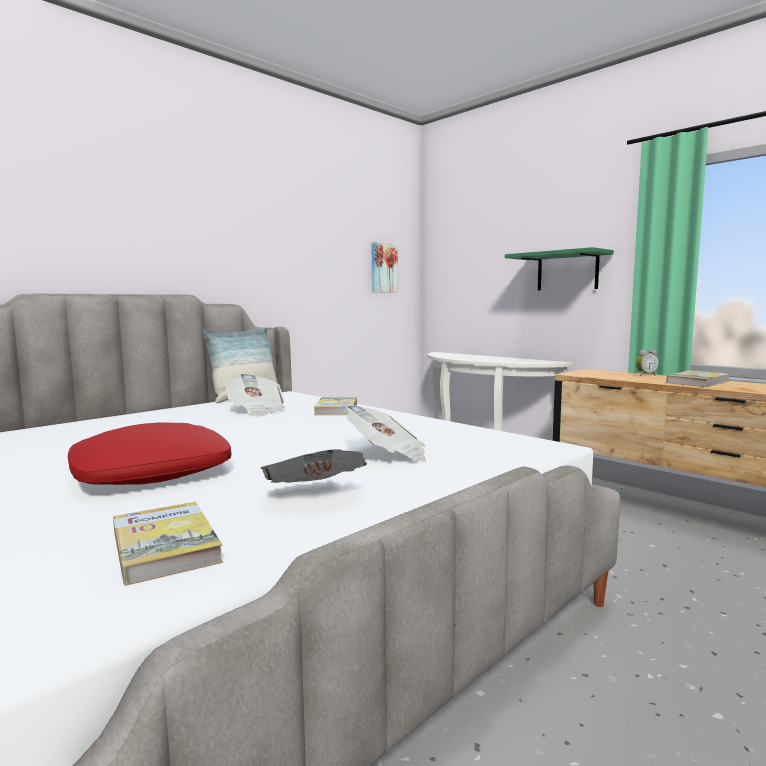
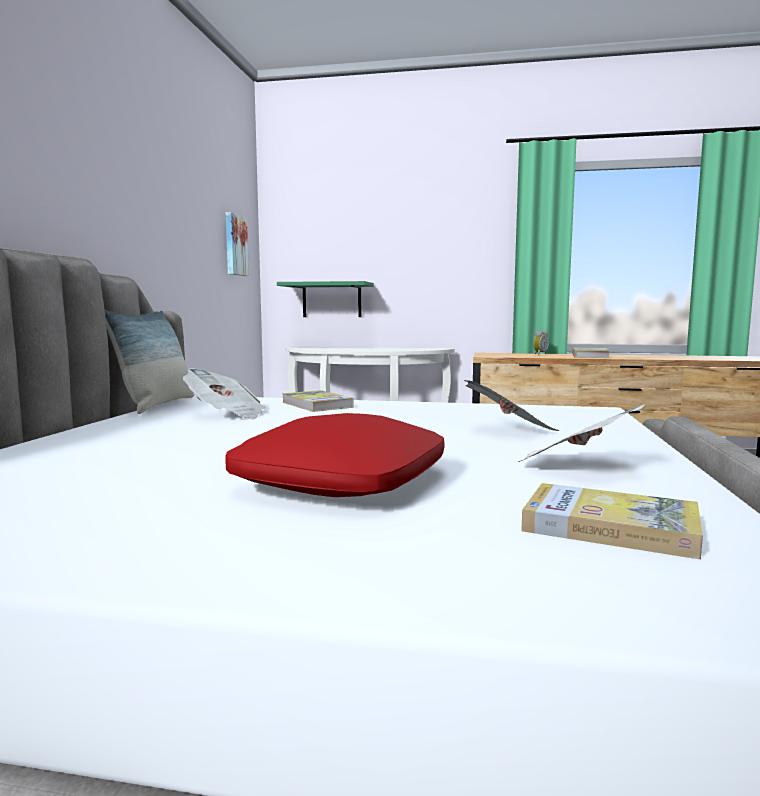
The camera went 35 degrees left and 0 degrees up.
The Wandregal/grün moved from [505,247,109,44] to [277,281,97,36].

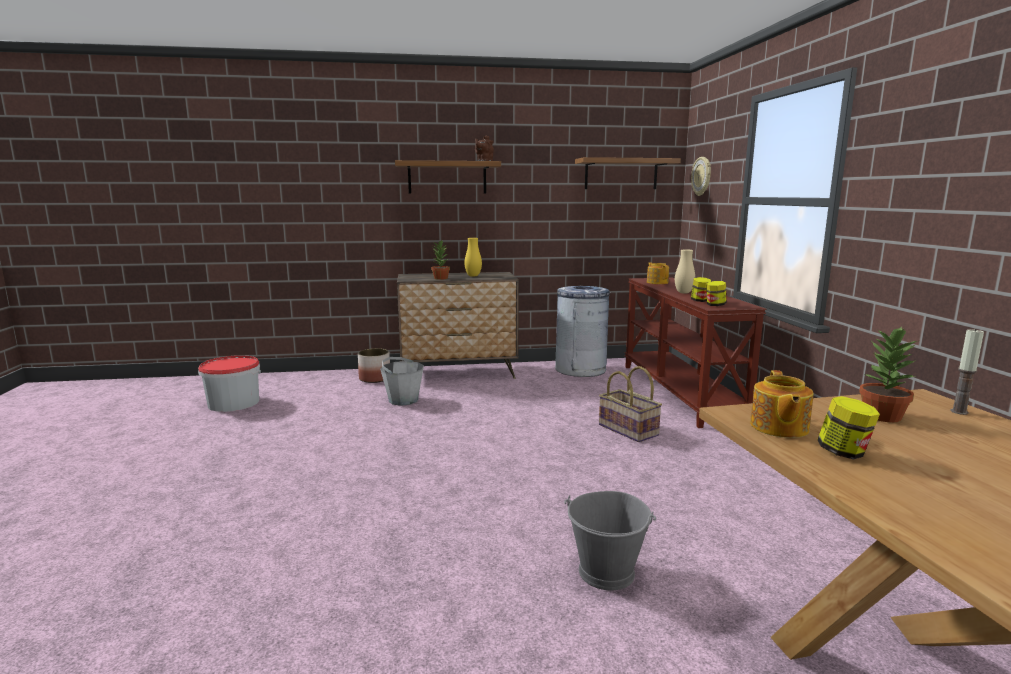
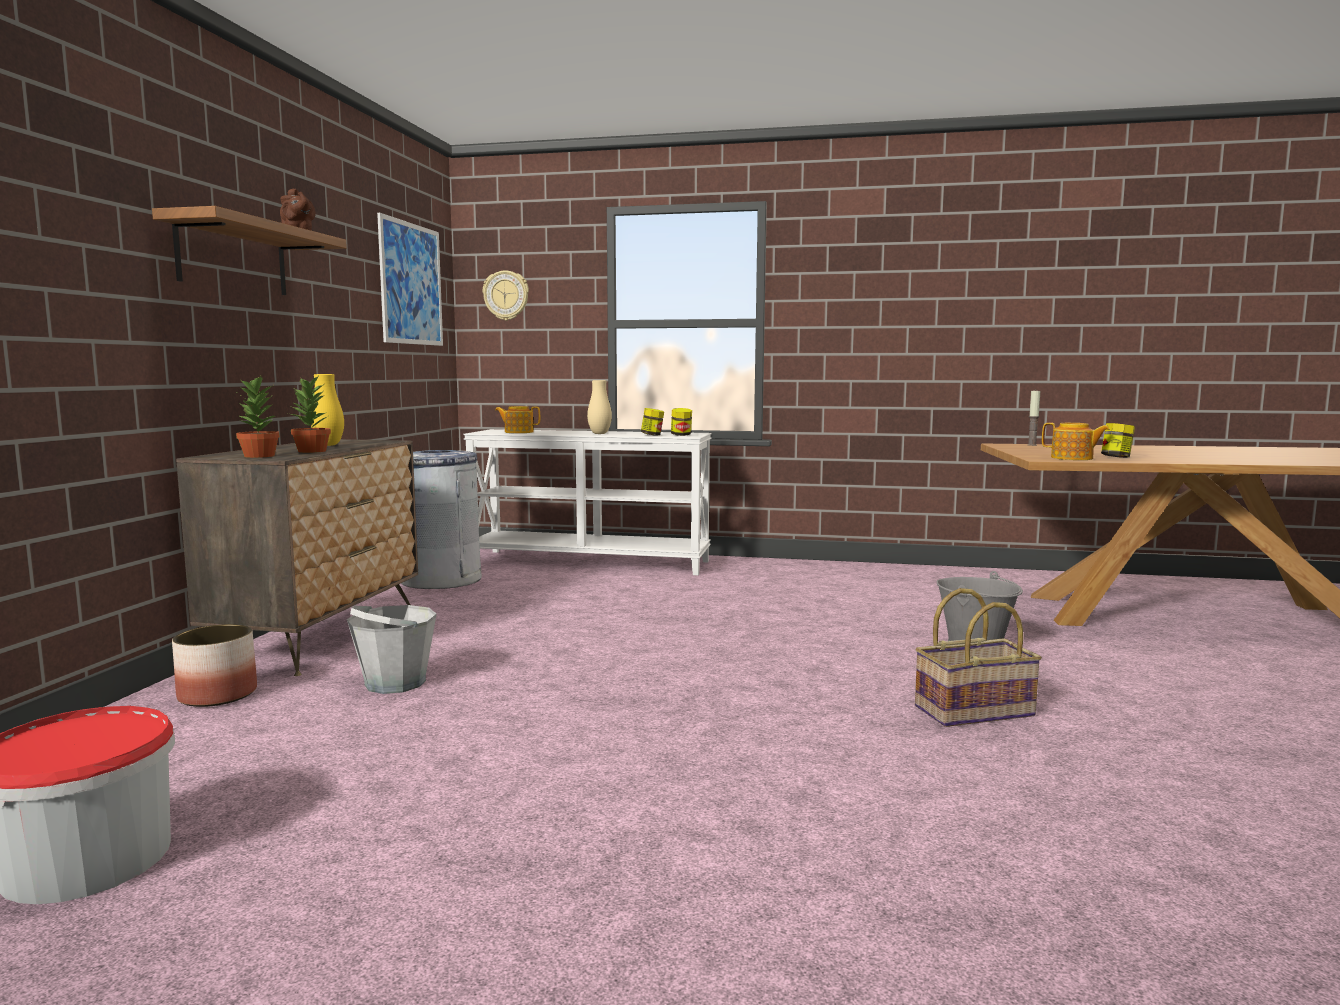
The camera went 70 degrees left and 5 degrees down.
The Topfpflanze moved from [859,326,59,96] to [236,376,44,82].
The Wandregal at [575,157,106,32] was replaced by the Bild at [377,213,66,133].
The Konsolentisch/braun at [625,278,141,150] became the Konsolentisch/weiß at [463,429,249,146].
The Korb moved from [599,366,63,76] to [915,588,127,139].

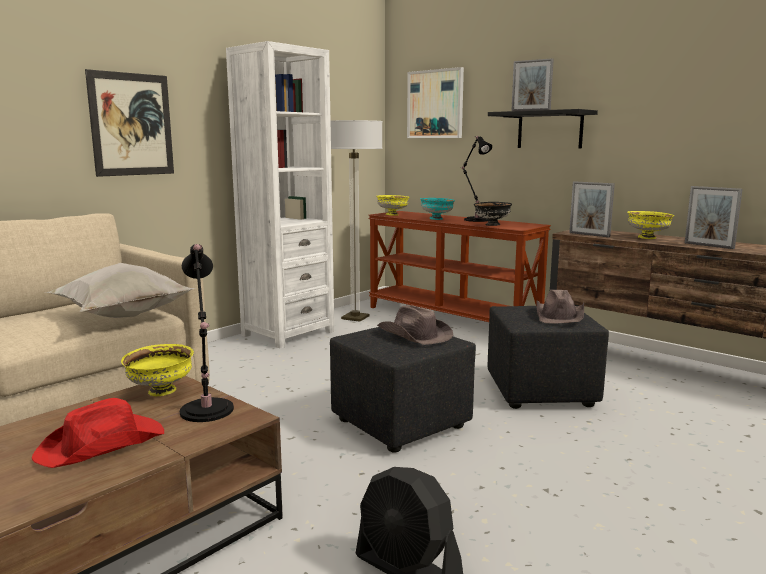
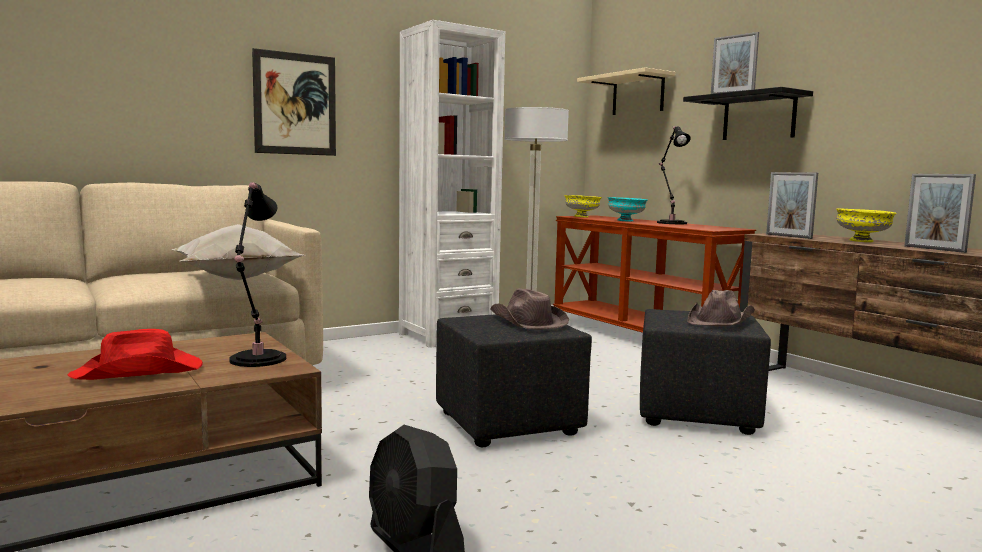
The camera went 15 degrees right and 5 degrees down.
The Bild at [407,67,57,71] was replaced by the Wandregal/beige at [577,68,98,47].
The Schüssel/gelb at [121,344,73,52] disappeared.
The Schüssel/schwarz at [474,202,38,24] disappeared.

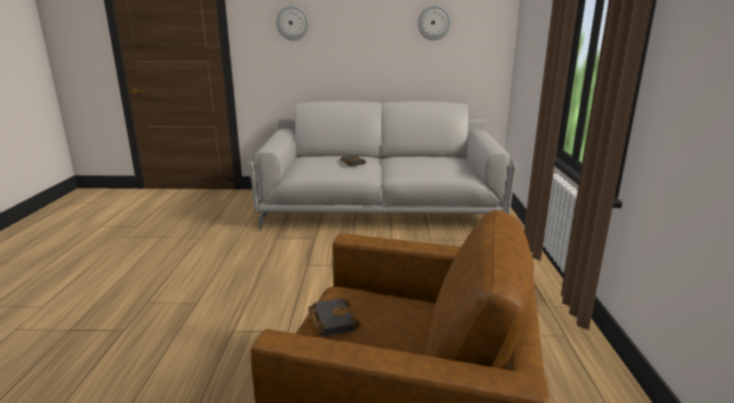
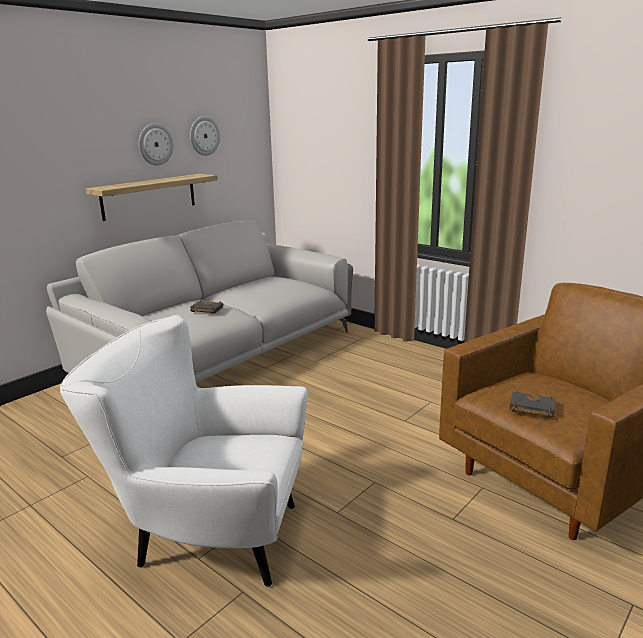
The camera went 50 degrees left and 0 degrees up.
The Sessel/weiß at [60,315,248,272] appeared.
The Wandregal at [86,174,132,47] appeared.
The Wanduhr moved from [276,5,33,35] to [139,123,35,42].

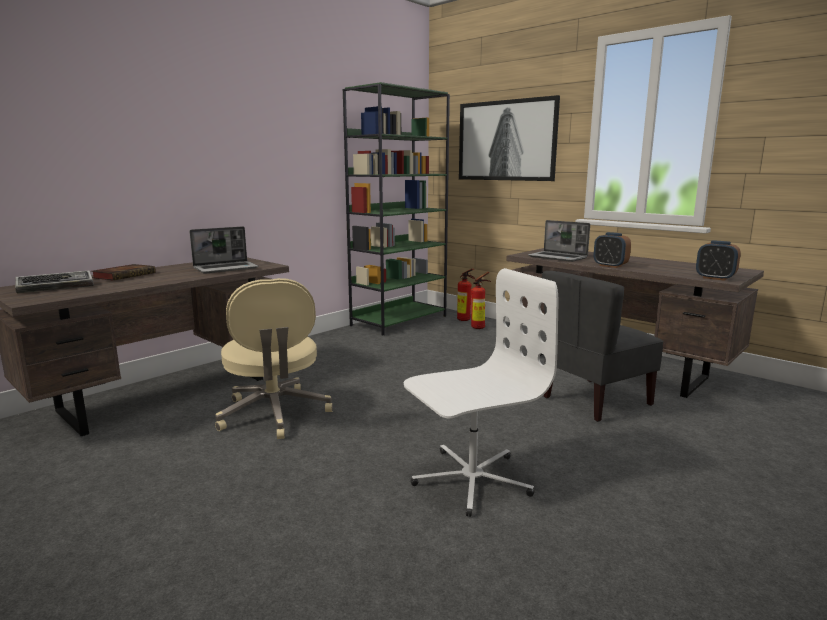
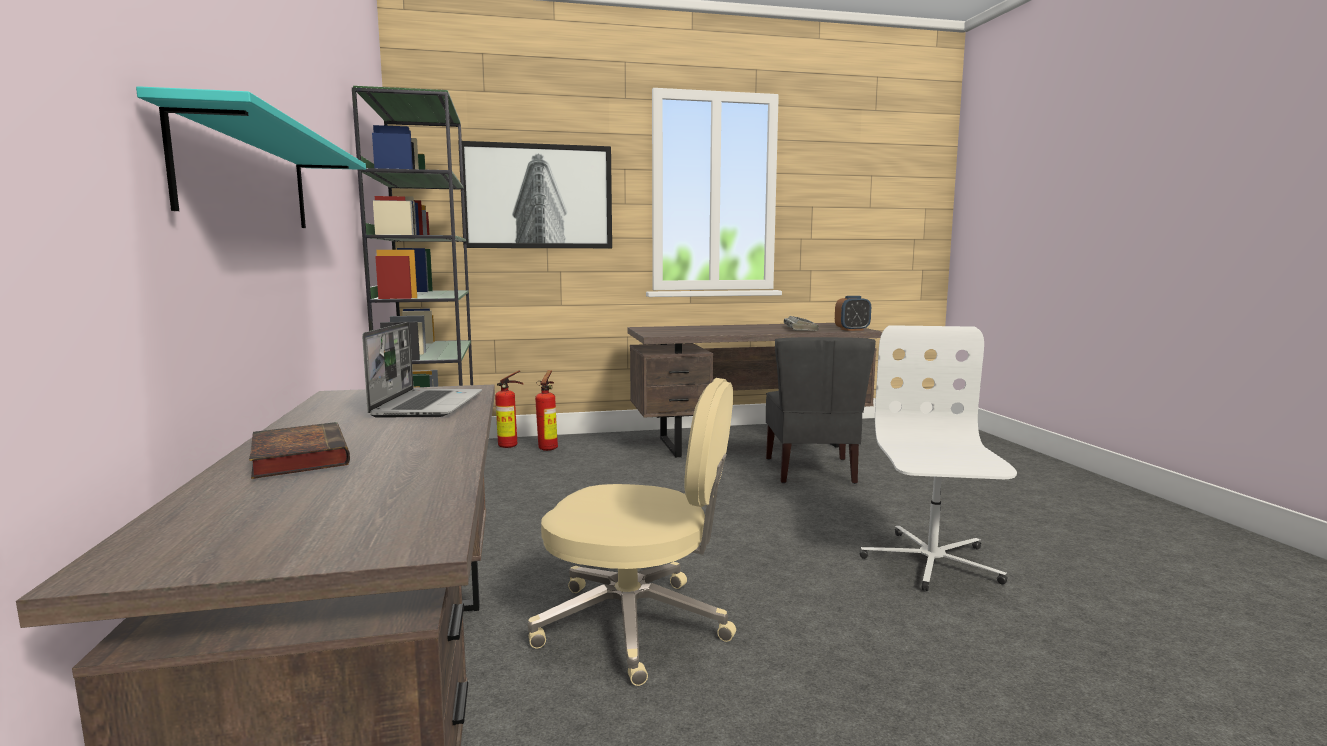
The camera went 55 degrees left and 5 degrees down.
The Wandregal/türkis at [136,86,230,142] appeared.
The Tastatur moved from [15,271,79,23] to [784,316,35,15].
The Laptop at [528,220,62,42] disappeared.
The Wecker at [594,232,37,36] disappeared.

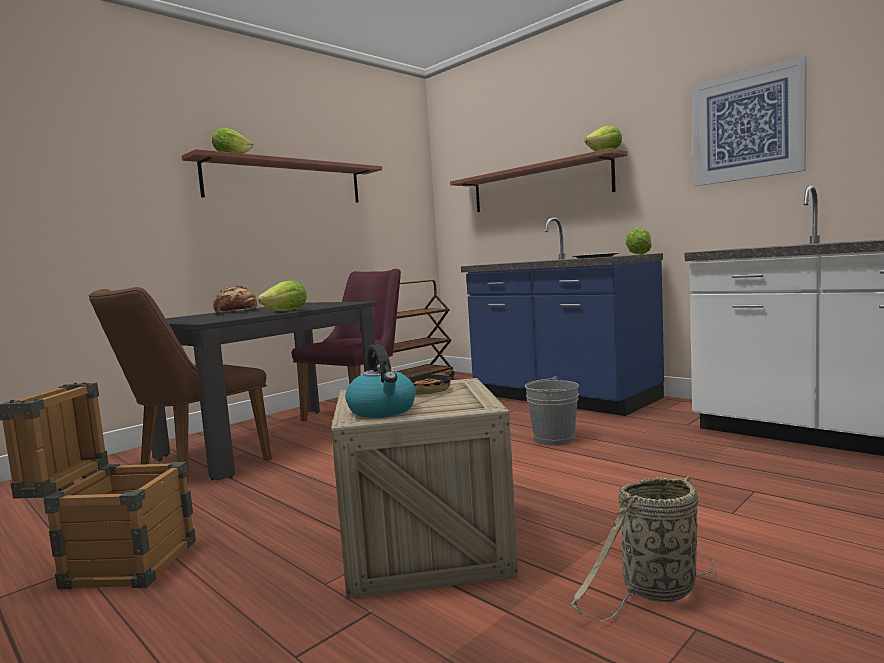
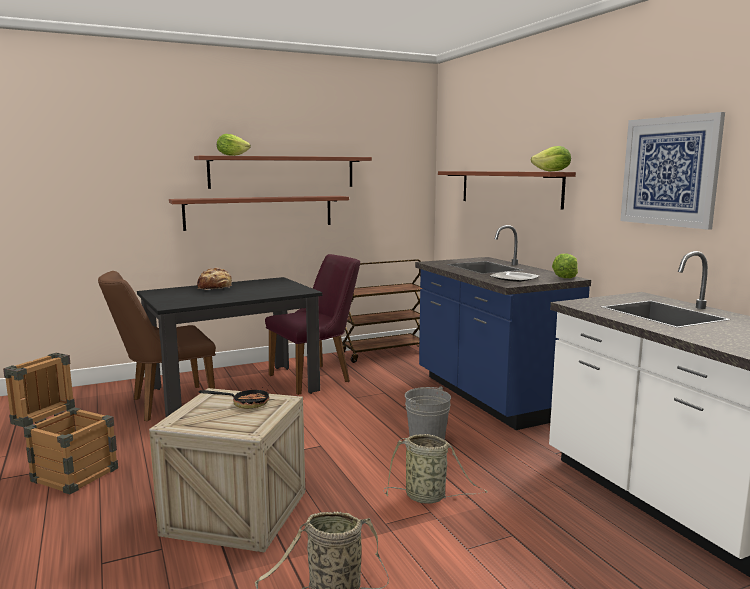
The camera went 20 degrees right and 5 degrees up.
The Wandregal at [169,196,180,35] appeared.
The Korb at [383,434,105,70] appeared.
The Salatkopf at [258,280,49,31] disappeared.
The Wasserkessel at [345,344,71,74] disappeared.

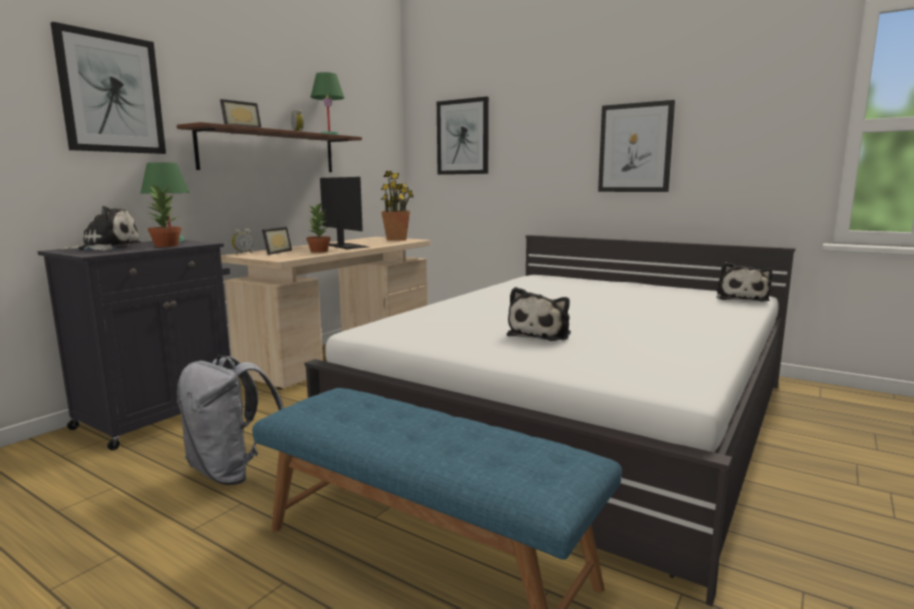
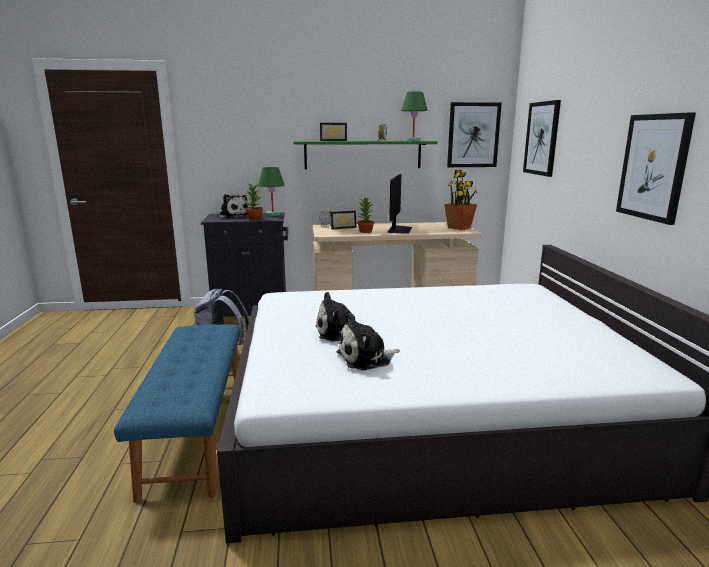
The camera went 50 degrees right and 5 degrees up.
The Wandregal/braun at [177,122,185,50] became the Wandregal/grün at [293,141,145,28].
The Plüschtier moved from [717,262,55,39] to [337,313,63,57].
The Bild moved from [51,22,115,132] to [447,102,55,65].

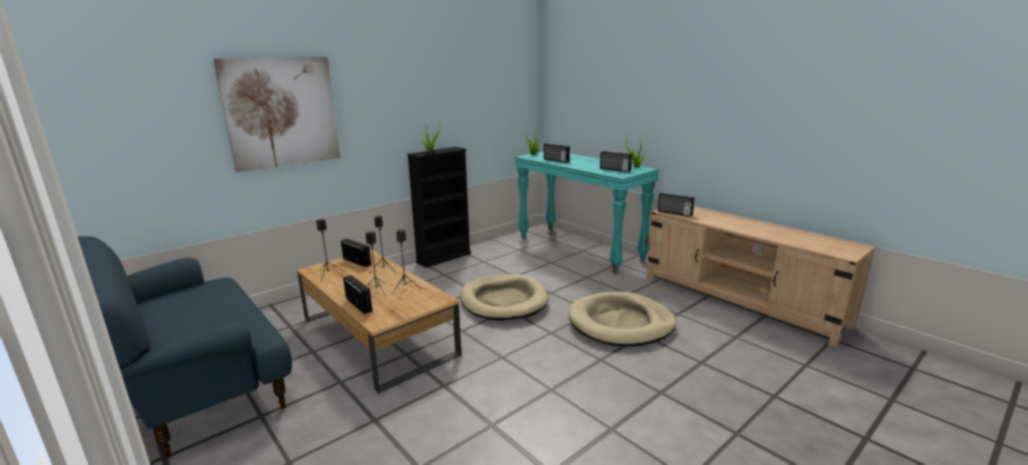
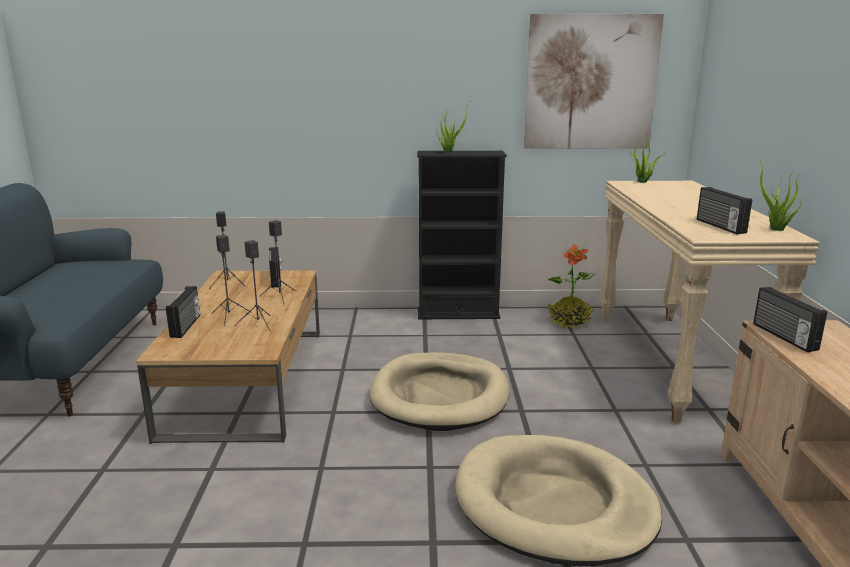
The camera went 40 degrees right and 0 degrees up.
The Bild moved from [213,57,128,115] to [524,14,140,135].
The Topfpflanze at [547,244,49,84] appeared.
The Konsolentisch/türkis at [515,152,144,122] became the Konsolentisch/beige at [599,181,221,243].
The Radio at [544,143,26,20] disappeared.

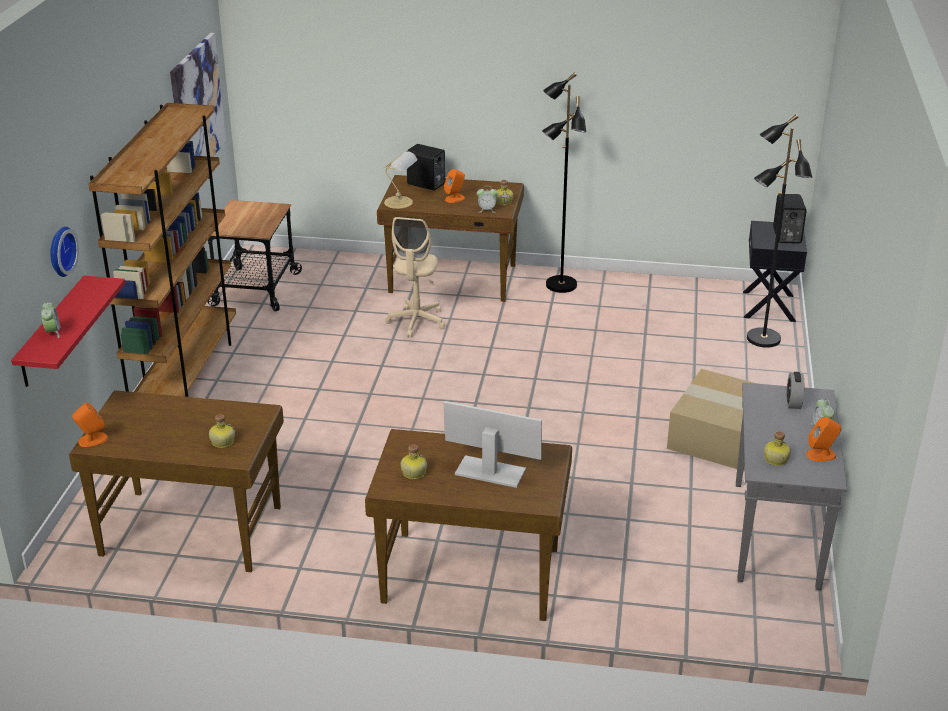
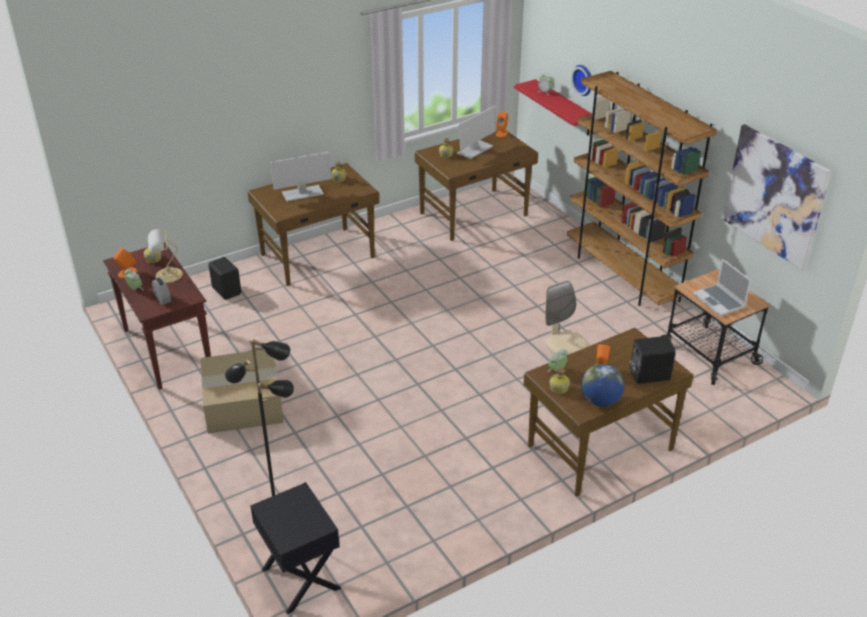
The camera went 140 degrees right and 5 degrees up.
The Konsolentisch/grau at [736,382,111,208] became the Konsolentisch/braun at [103,242,108,148].
The Tischlampe moved from [384,151,34,58] to [148,229,35,54].
The Lautsprecher/schwarz moved from [773,194,34,49] to [208,257,33,43].
The Monitor at [457,106,40,53] appeared.
The Globus at [581,364,43,43] appeared.
The Laptop at [693,259,58,57] appeared.
The Stehlampe/schwarz at [542,72,44,221] disappeared.

